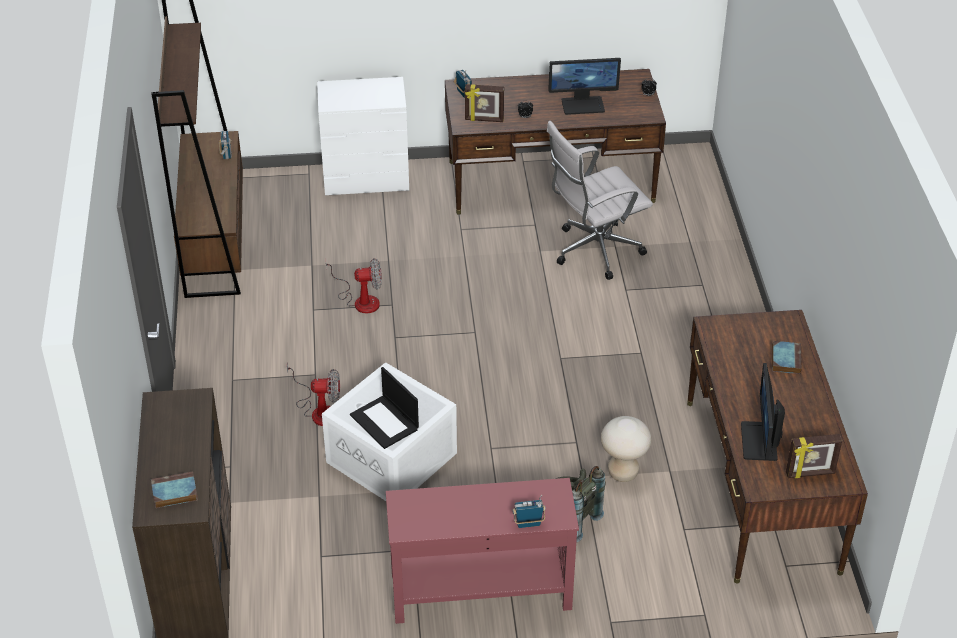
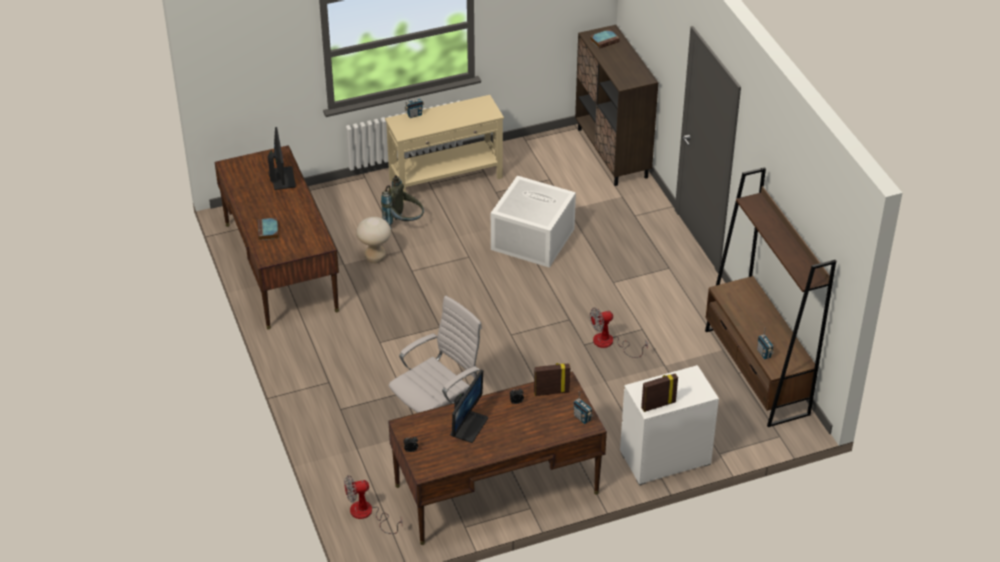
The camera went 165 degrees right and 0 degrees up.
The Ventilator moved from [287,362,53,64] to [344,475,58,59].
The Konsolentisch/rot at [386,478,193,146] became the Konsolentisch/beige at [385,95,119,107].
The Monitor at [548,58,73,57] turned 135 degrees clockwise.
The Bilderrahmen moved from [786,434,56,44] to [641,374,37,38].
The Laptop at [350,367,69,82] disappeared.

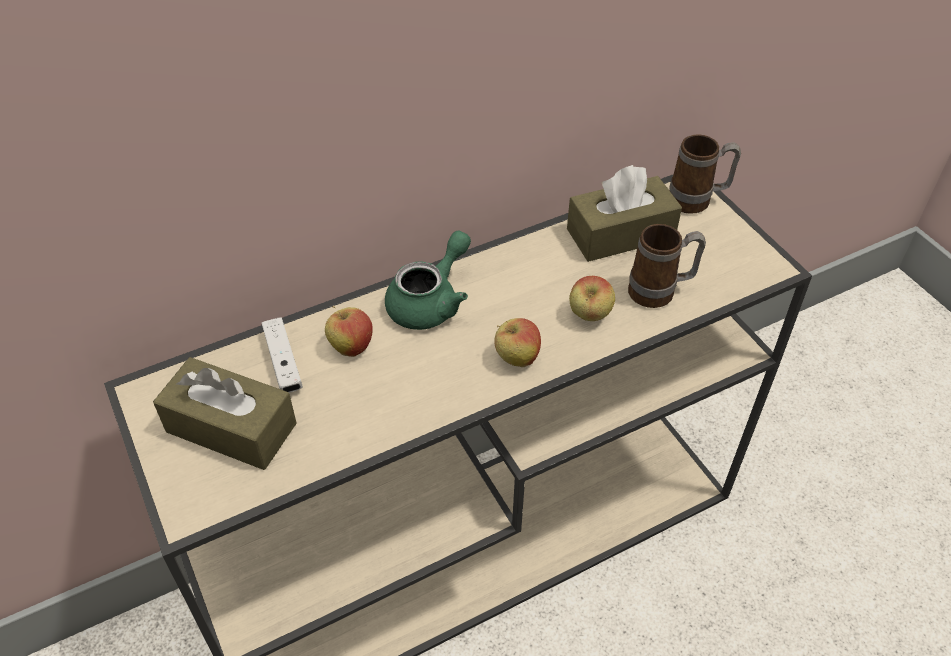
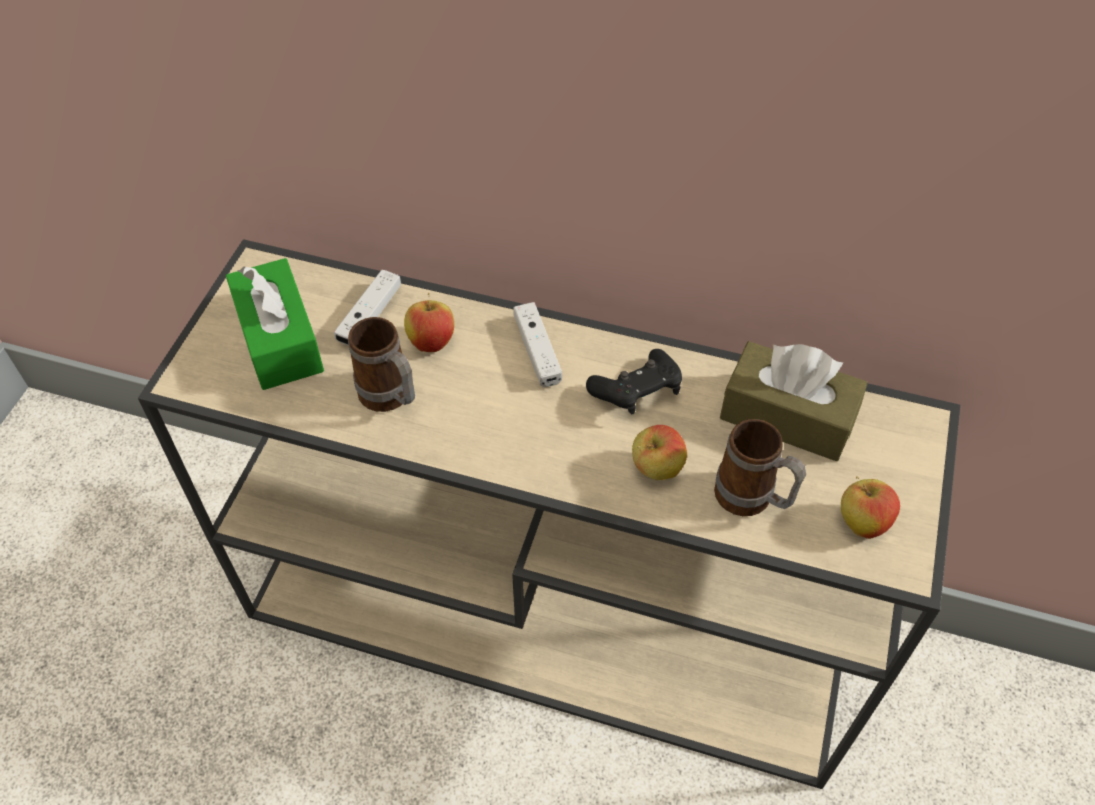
The camera went 45 degrees right and 5 degrees up.
The Taschentuchbox/braun at [153,357,144,113] became the Taschentuchbox/grün at [226,258,98,132].
The Henkelbecher moved from [669,134,72,80] to [348,317,67,95].
The Teekanne/grün at [385,231,86,99] was replaced by the Gamepad/weiß at [513,302,49,85].
The Gamepad/schwarz at [586,349,96,65] appeared.
The Apfel moved from [494,318,47,49] to [841,476,59,63].

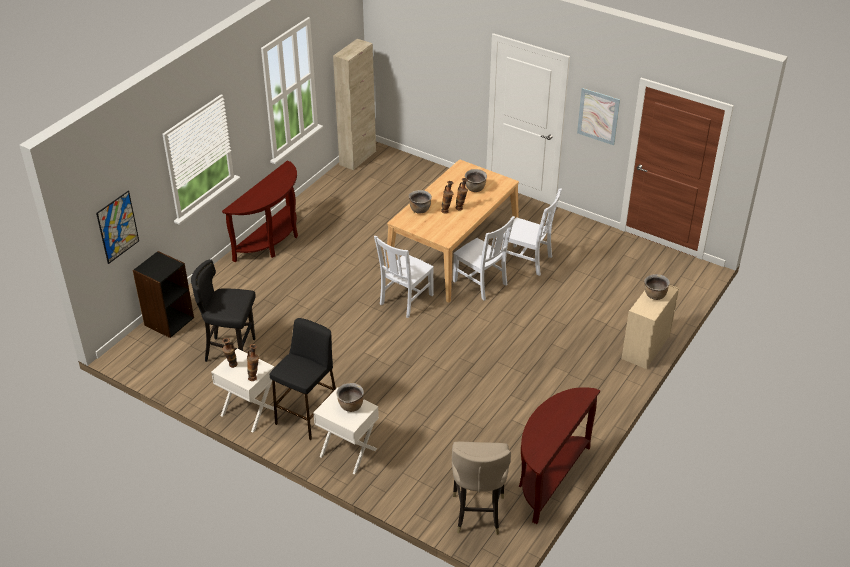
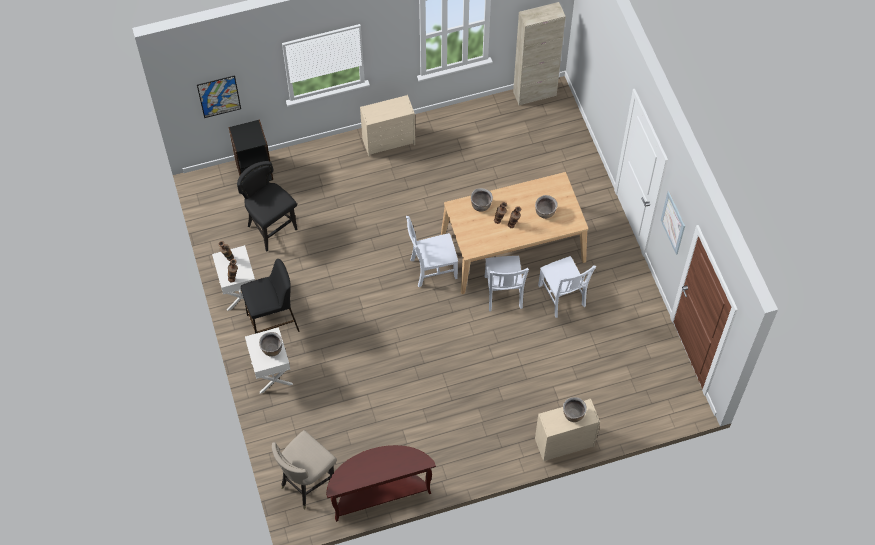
The camera went 40 degrees right and 20 degrees up.
The Konsolentisch/braun at [222,160,76,102] was replaced by the Kommode/beige at [360,95,55,62].

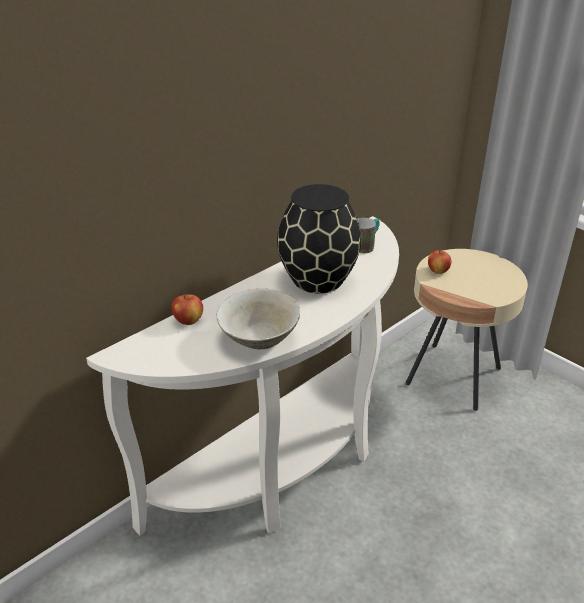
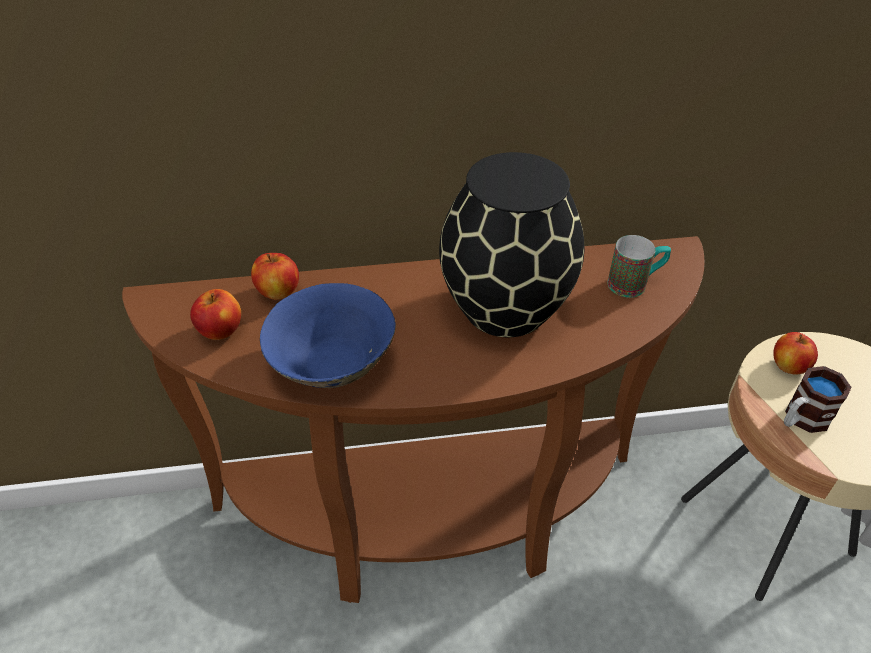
The camera went 35 degrees right and 10 degrees up.
The Konsolentisch/weiß at [86,216,313,319] became the Konsolentisch/braun at [122,236,583,367].
The Apfel at [190,289,51,51] appeared.
The Schüssel/beige at [217,288,83,61] became the Schüssel/blau at [260,283,136,105].
The Henkelbecher at [784,366,68,67] appeared.

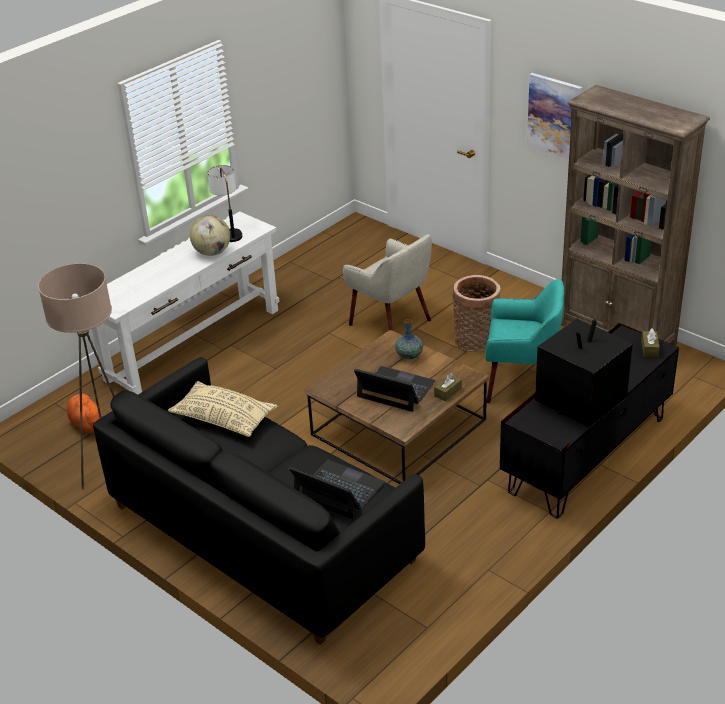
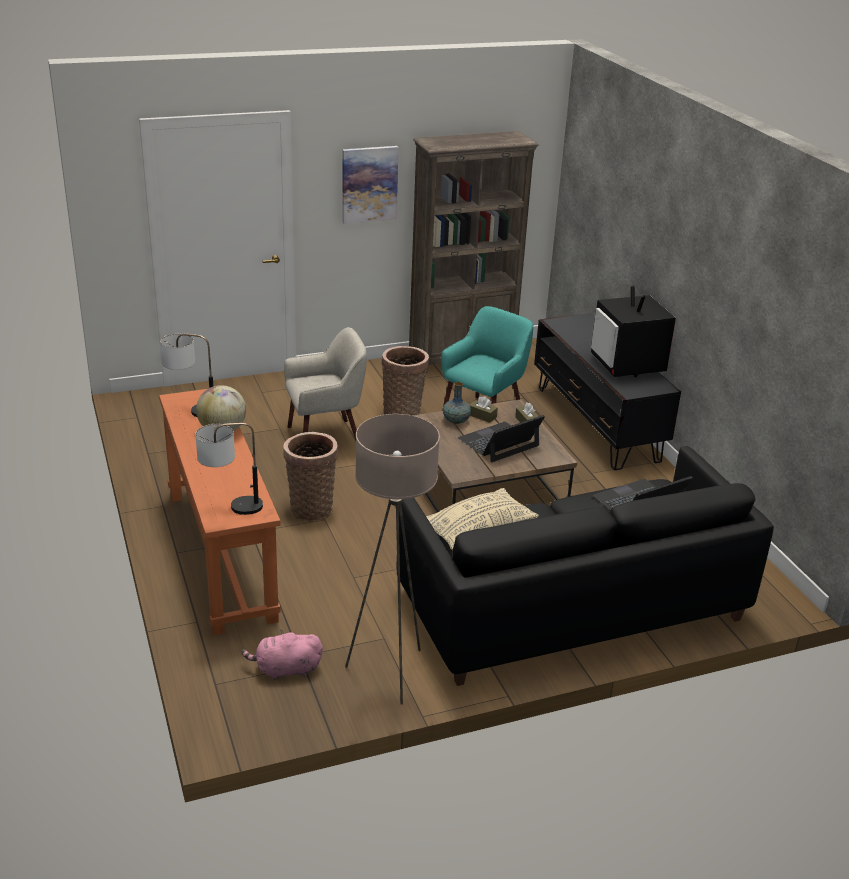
The camera went 65 degrees left and 5 degrees down.
The Konsolentisch/weiß at [92,211,187,183] became the Konsolentisch/orange at [159,389,122,246].
The Tischlampe at [195,423,68,92] appeared.
The Plüschtier/orange at [67,394,38,41] became the Plüschtier/rosa at [242,630,81,50].
The Korb at [284,432,54,90] appeared.
The Taschentuchbox/braun moved from [641,329,19,28] to [469,396,29,27].

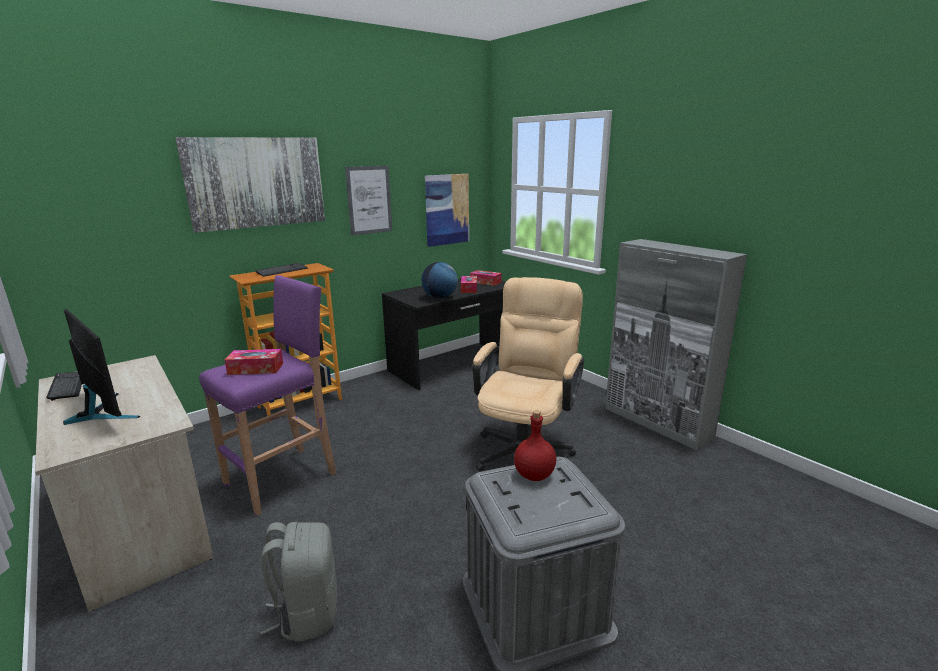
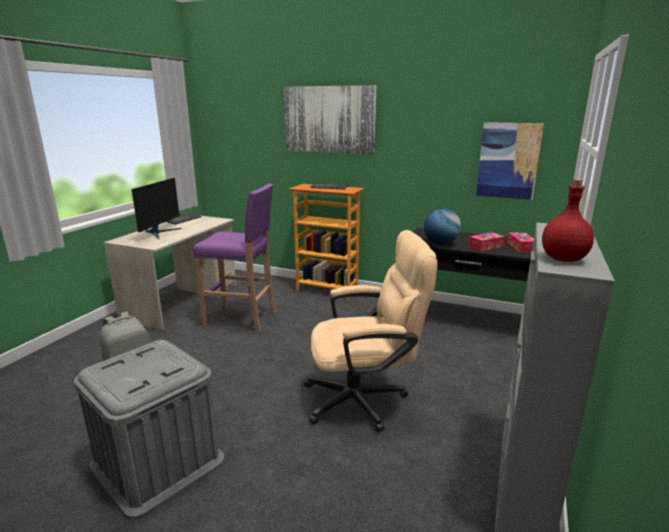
The camera went 60 degrees right and 0 degrees up.
The Flasche/rot moved from [514,410,42,71] to [542,179,52,83].
The Taschentuchbox at [225,349,58,26] disappeared.
The Bild at [345,166,47,70] disappeared.

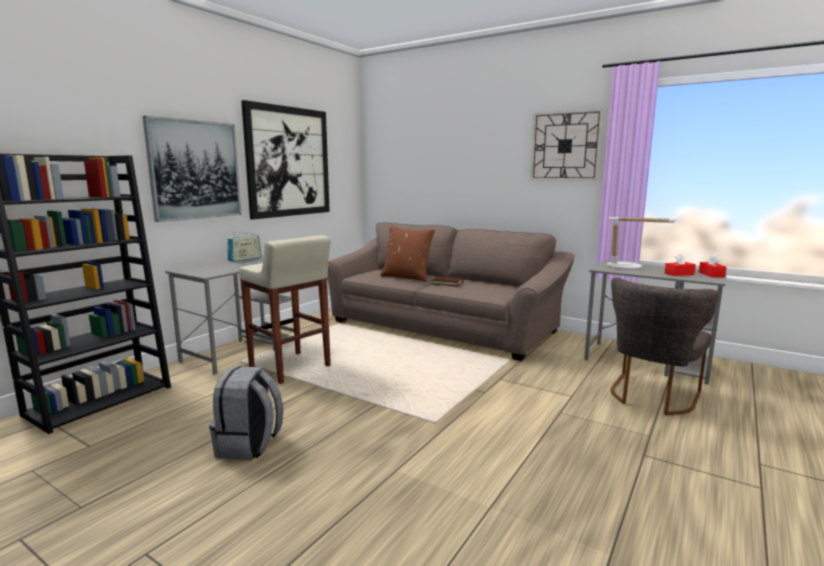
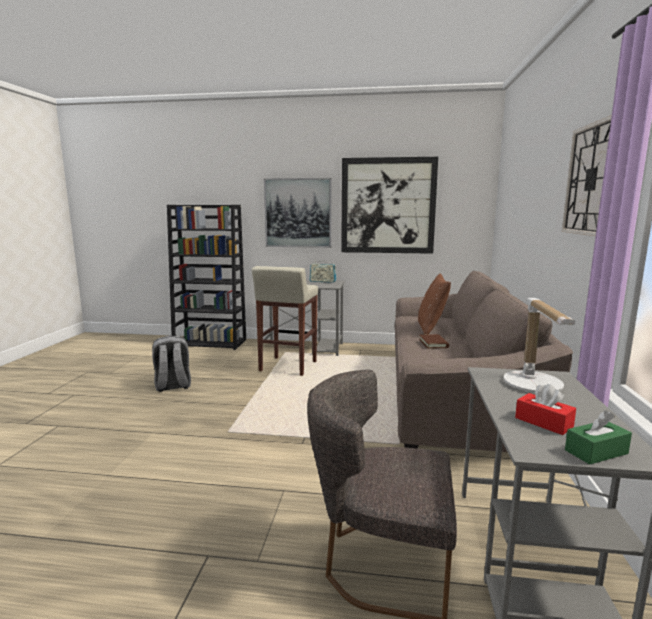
The camera went 65 degrees right and 0 degrees up.
The Taschentuchbox/rot at [699,254,27,23] became the Taschentuchbox/grün at [565,410,67,55].

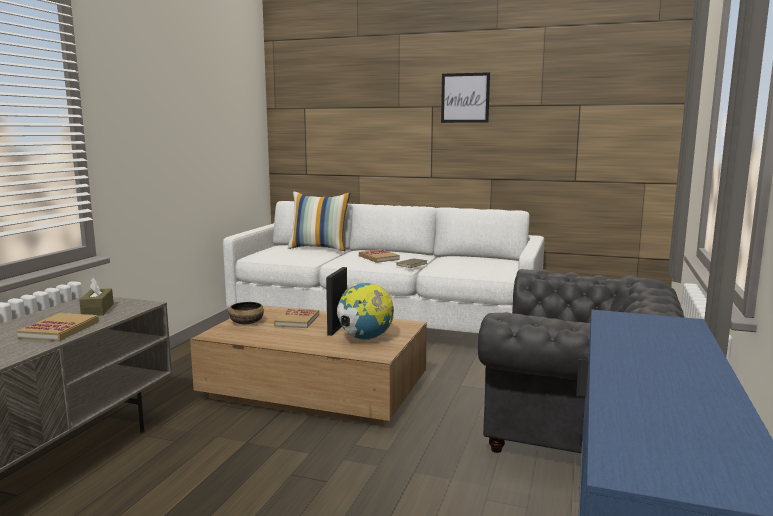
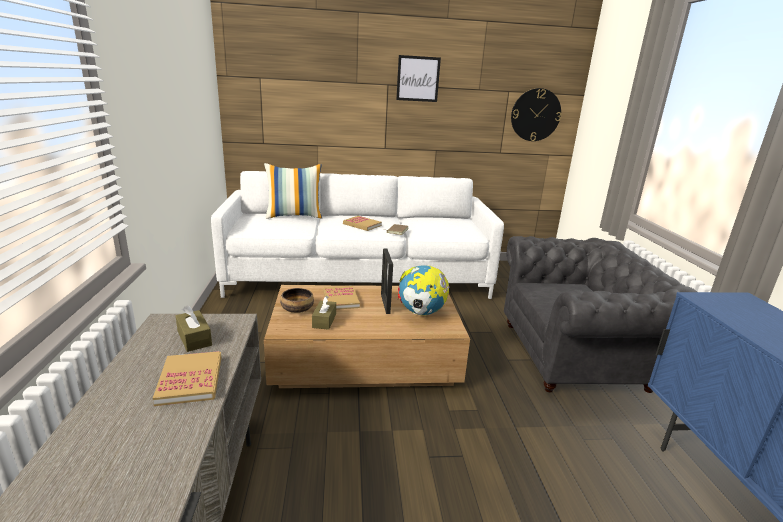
The camera went 25 degrees left and 10 degrees up.
The Taschentuchbox/braun at [312,296,24,34] appeared.
The Wanduhr at [511,88,50,53] appeared.

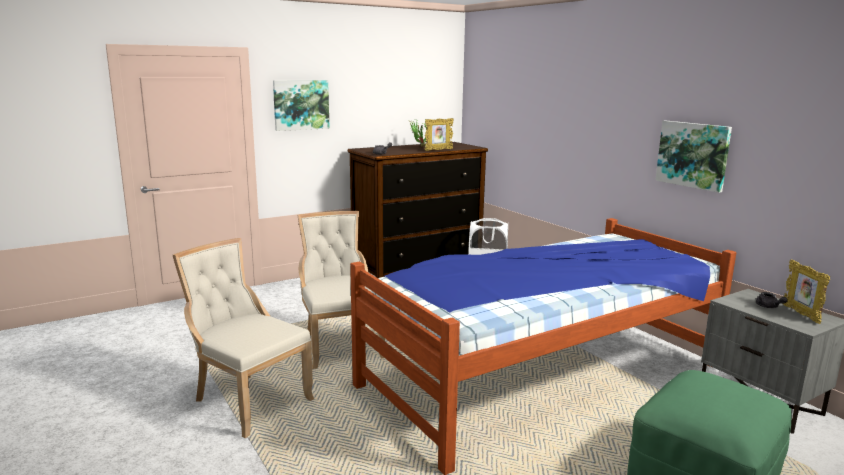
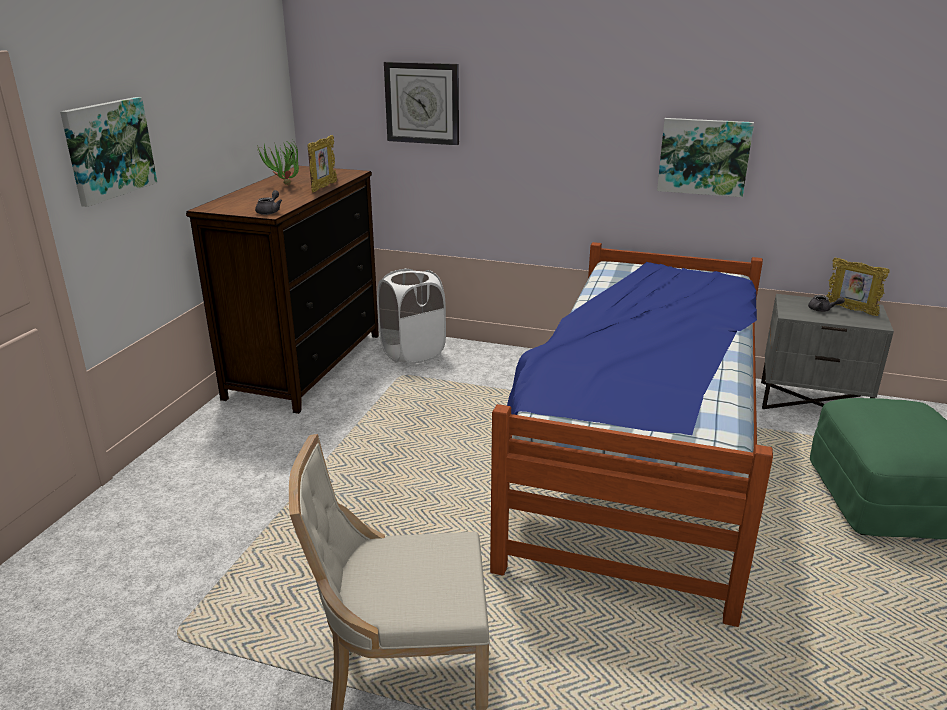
The camera went 40 degrees left and 10 degrees up.
The Wanduhr at [384,62,75,83] appeared.
The Stuhl/beige at [298,211,87,158] disappeared.

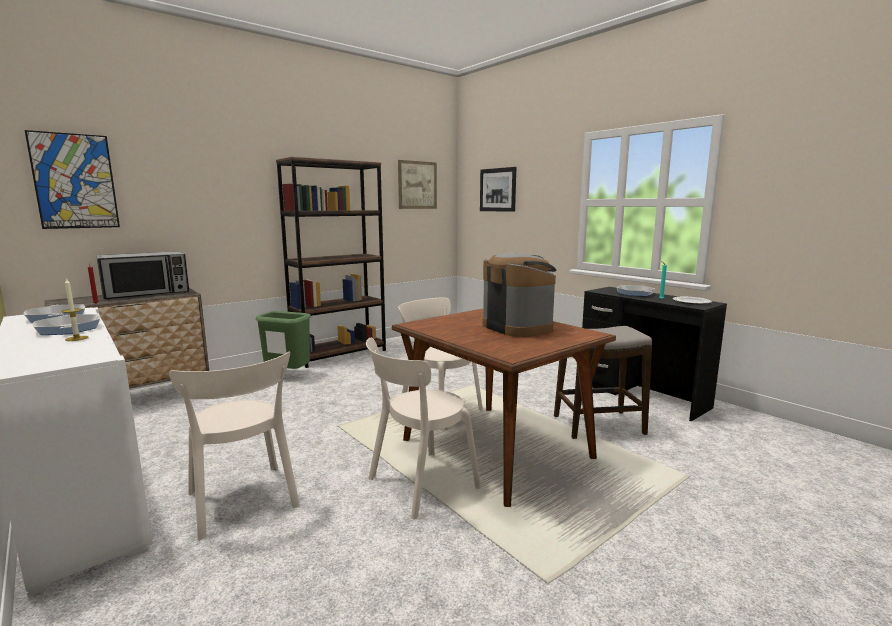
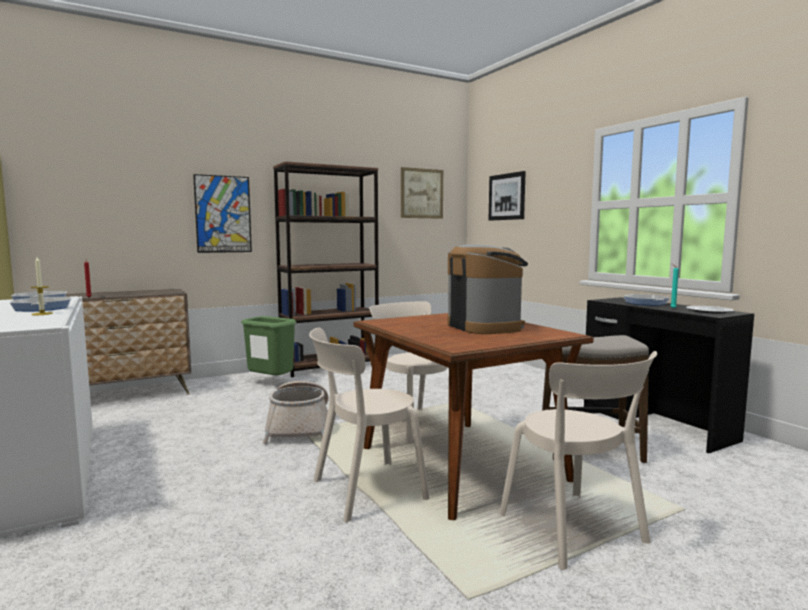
The camera went 10 degrees right and 5 degrees down.
The Bild moved from [25,130,95,99] to [193,174,59,79].
The Korb at [263,381,65,63] appeared.
The Stuhl/beige moved from [169,352,131,188] to [499,351,158,219].
The Mikrowelle at [96,251,93,49] disappeared.

